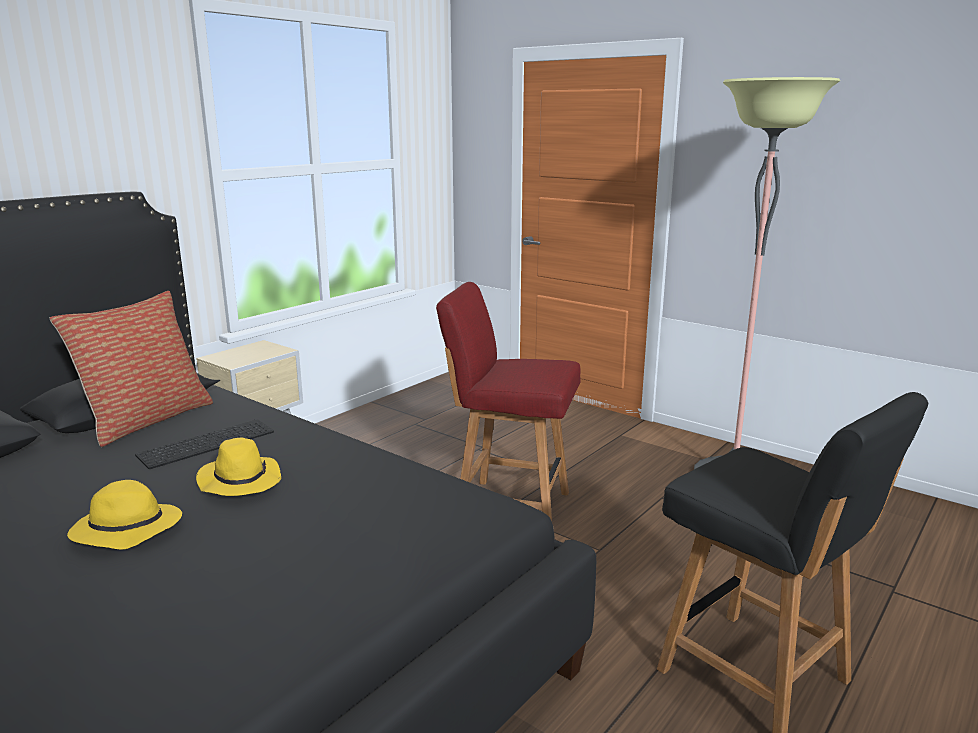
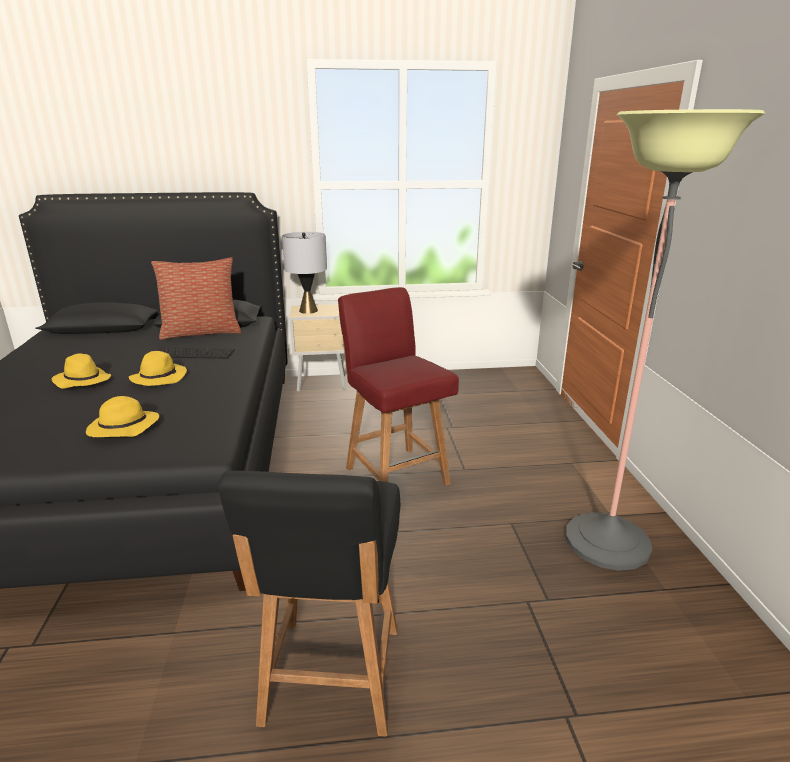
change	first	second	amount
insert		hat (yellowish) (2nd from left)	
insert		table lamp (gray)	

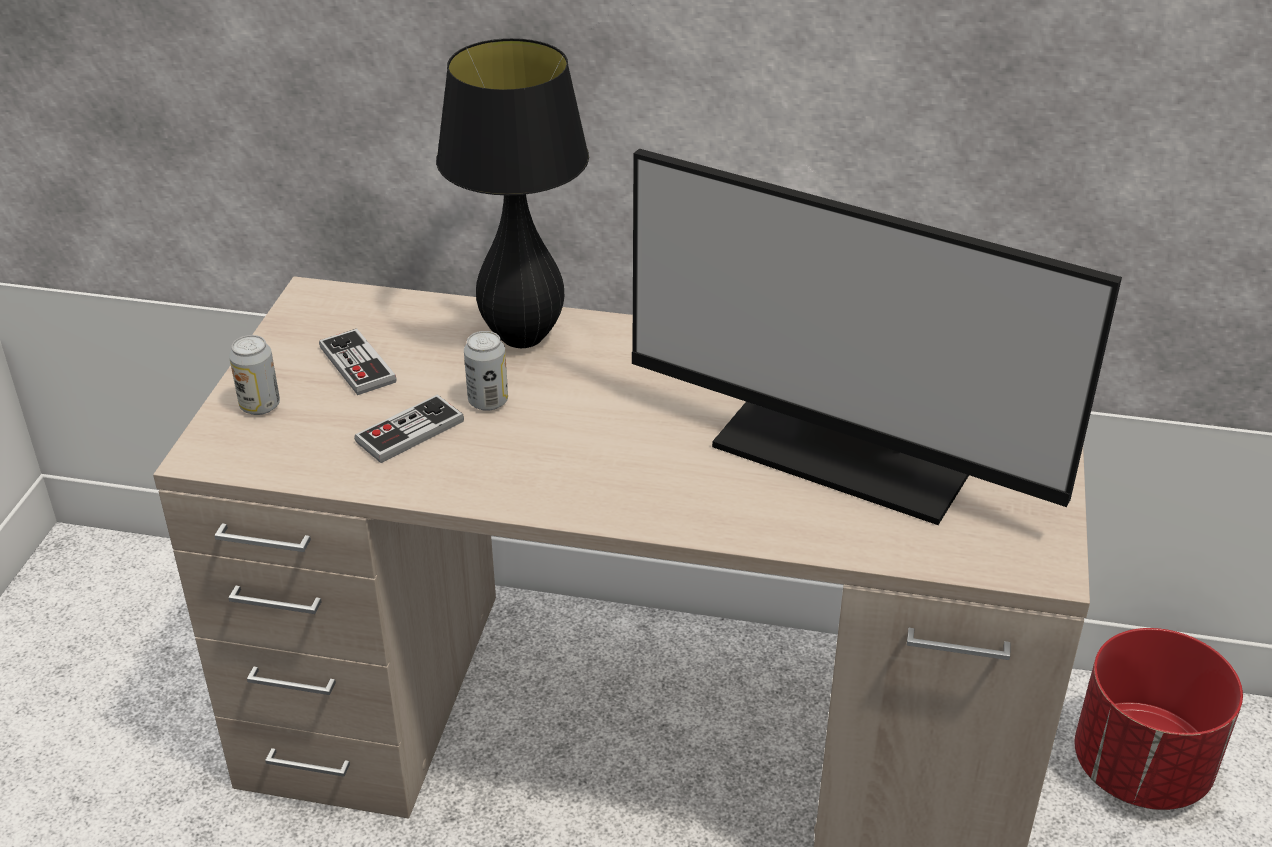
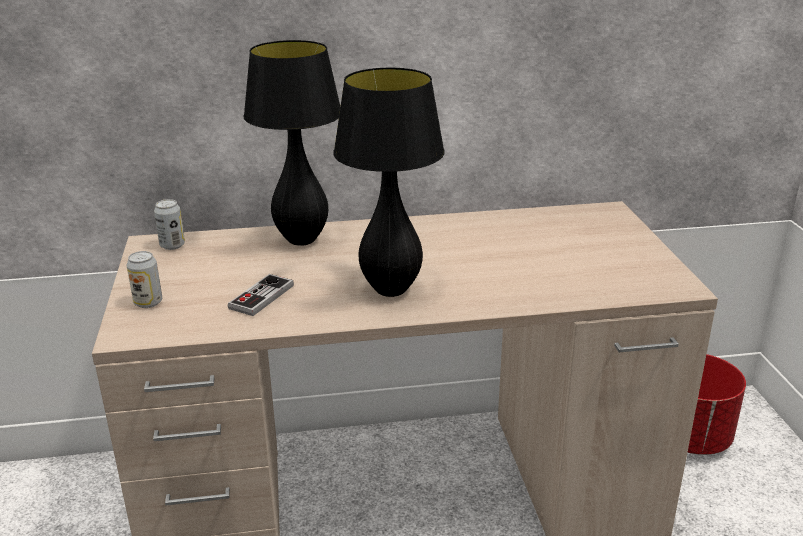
change	first	second	amount
delete	joypad (1st from left)		
delete	monitor		
insert		table lamp (blackish) (2nd from left)	
move	metal can (2nd from left)		

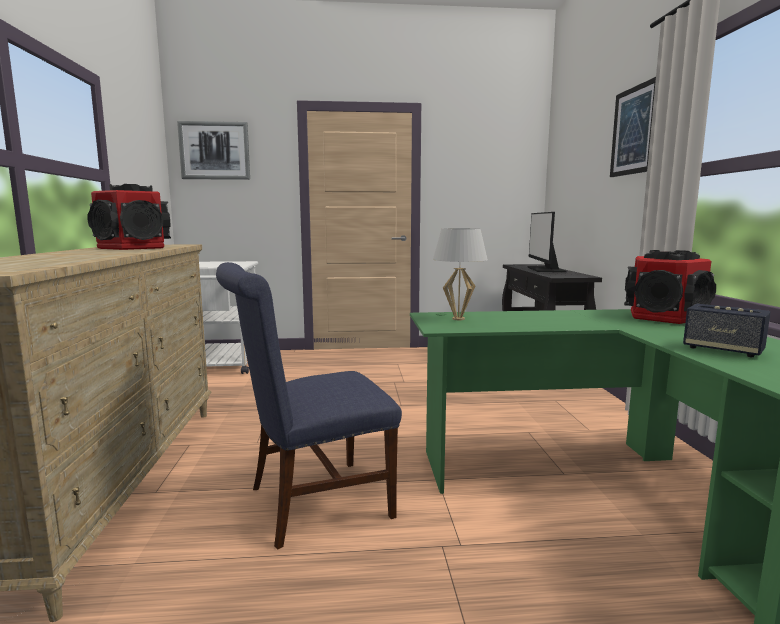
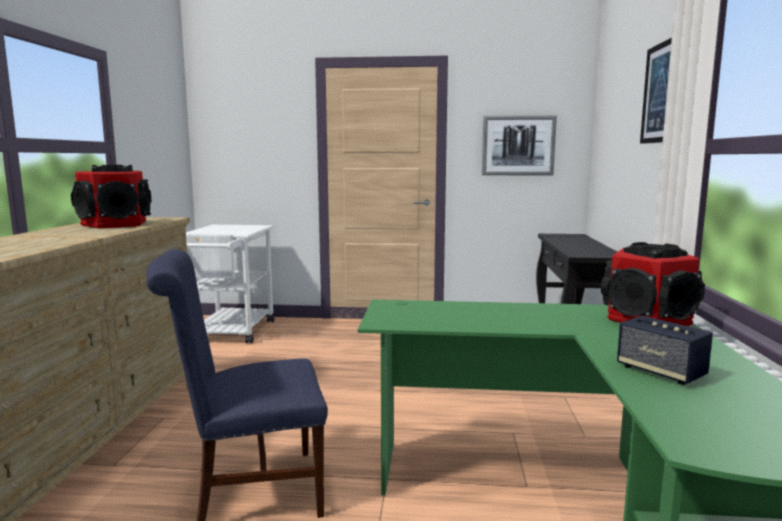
change	first	second	amount
delete	table lamp (white)		
delete	monitor		
move	picture (1st from left)		

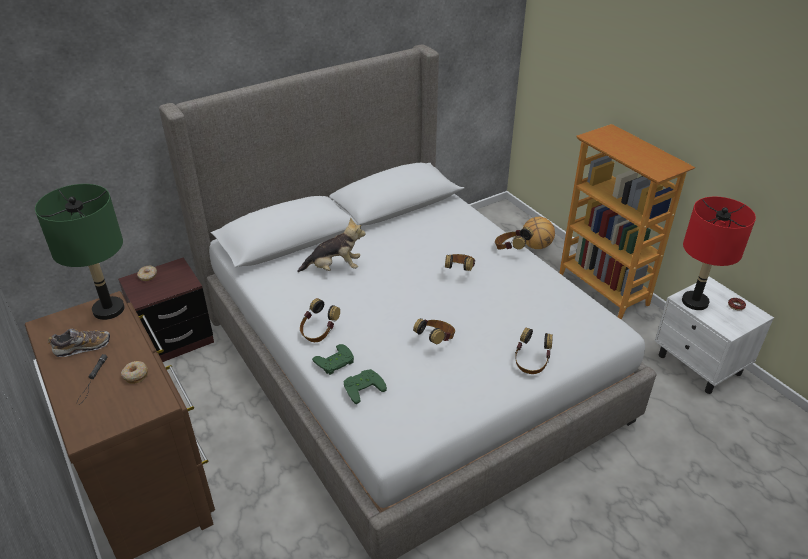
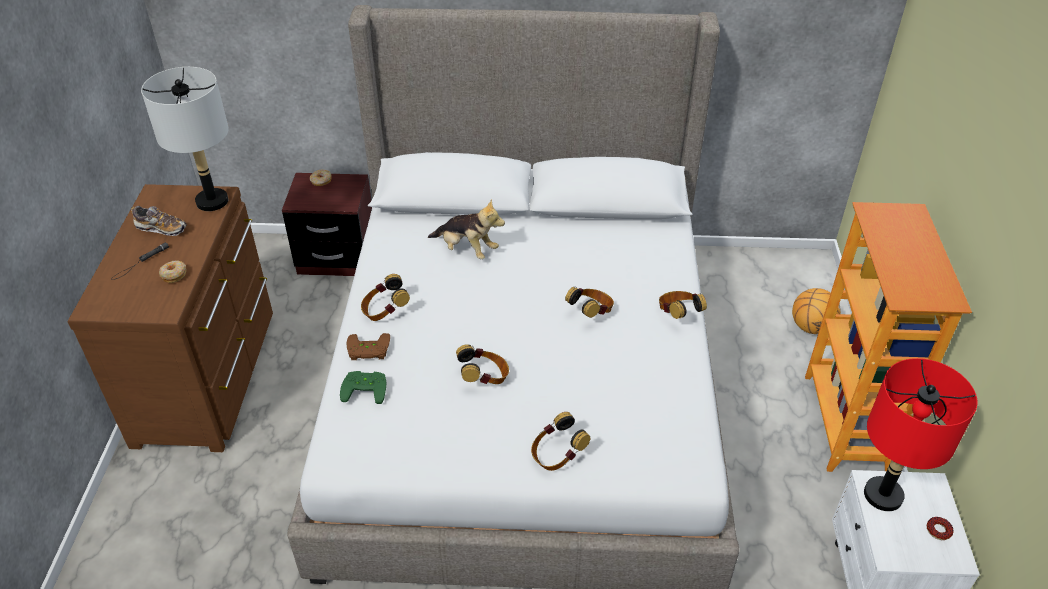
change	first	second	amount
recolor	table lamp (green)	table lamp (gray)	
recolor	joypad (green) (1st from left)	joypad (brownish)	

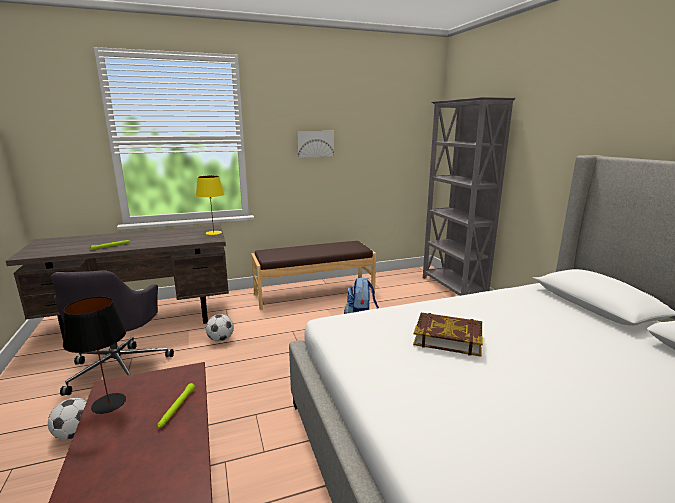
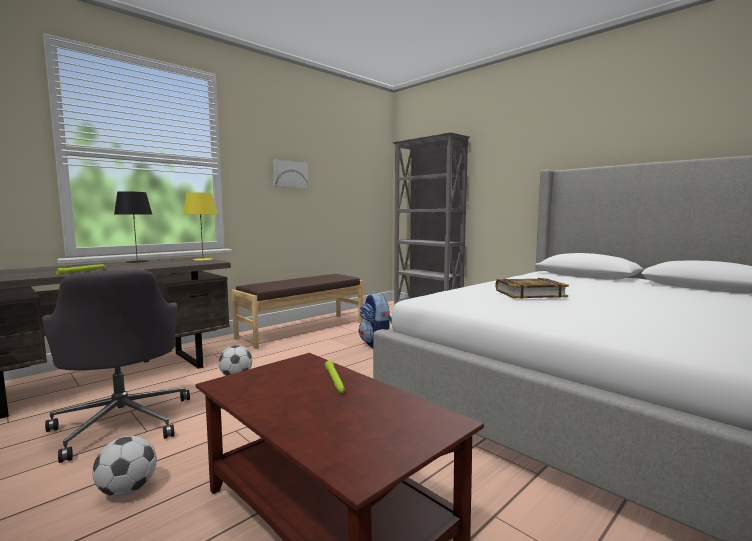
change	first	second	amount
move	table lamp (blackish)		

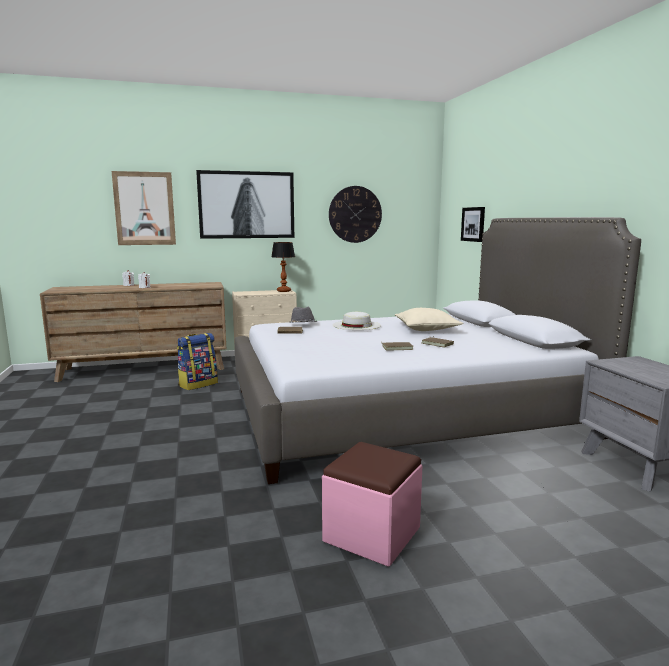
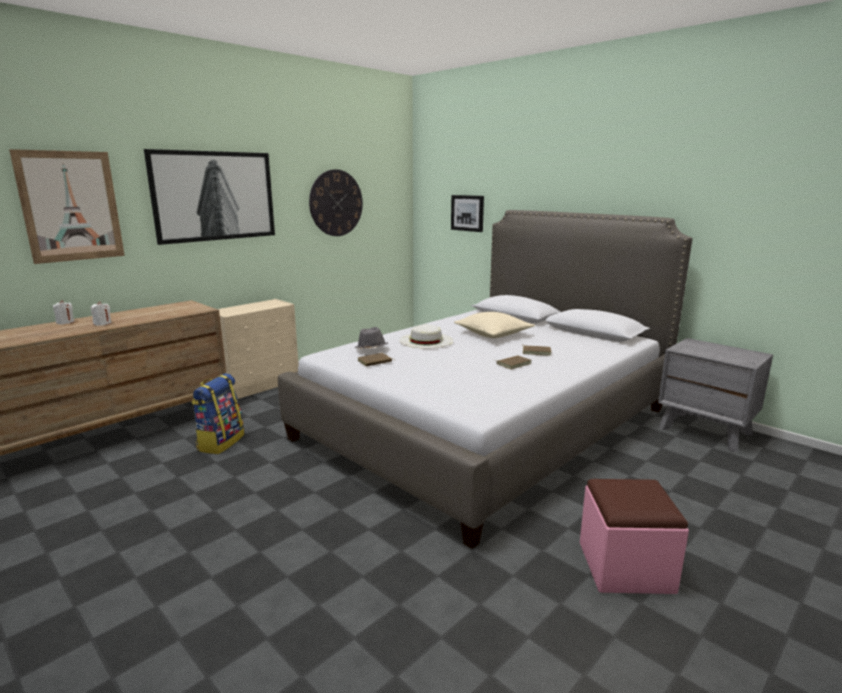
change	first	second	amount
delete	table lamp		

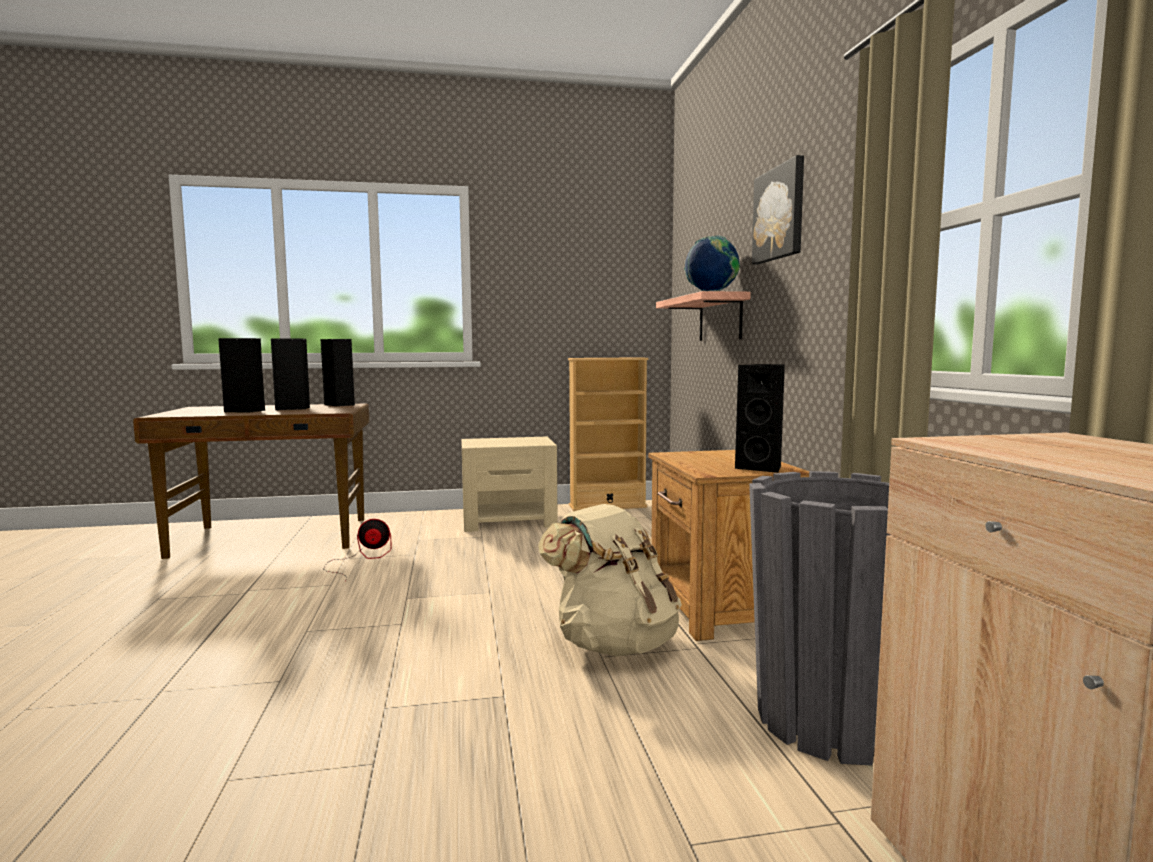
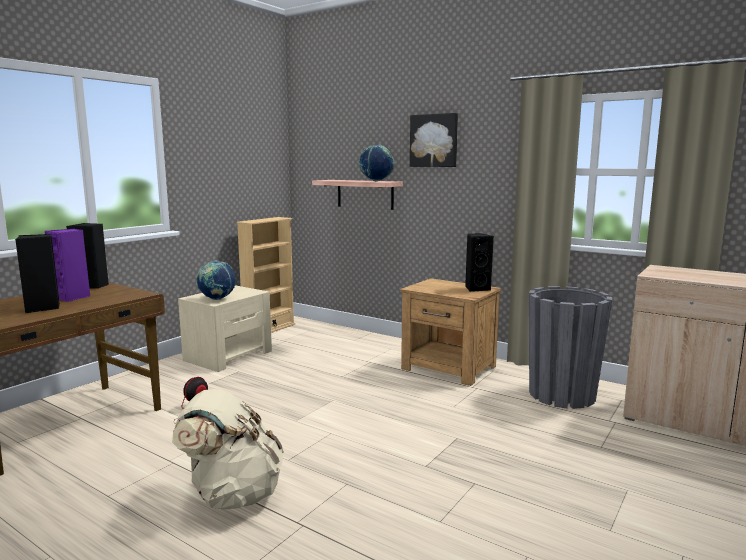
change	first	second	amount
insert		globe (1st from left)	
move	rucksack (beige)		
recolor	audio speaker (blackish) (2nd from left)	audio speaker (purple)	

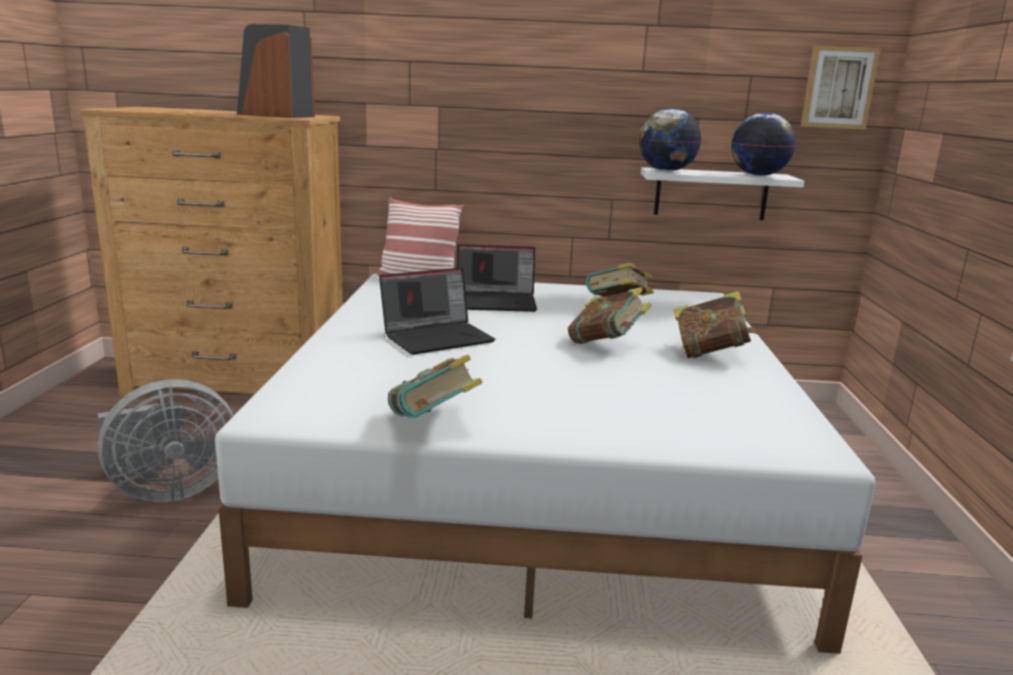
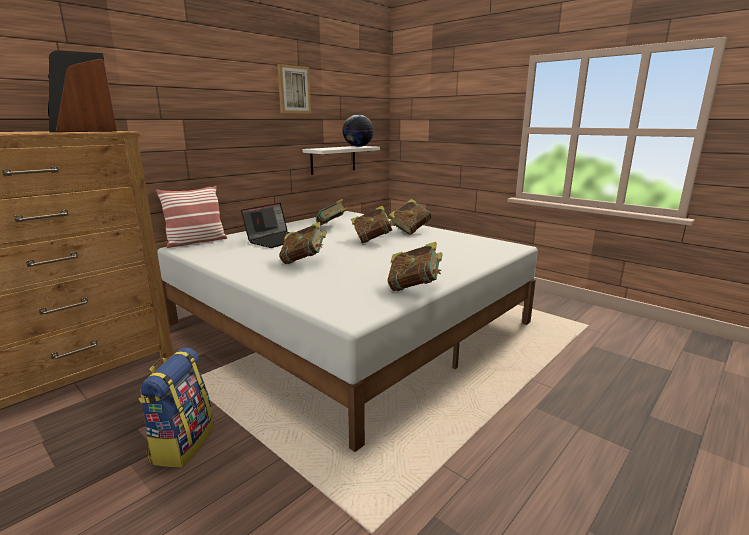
change	first	second	amount
delete	globe (1st from left)		
move	picture		
replace	electric fan (gray)	rucksack	
replace	laptop (1st from left)	volume (1st from left)	

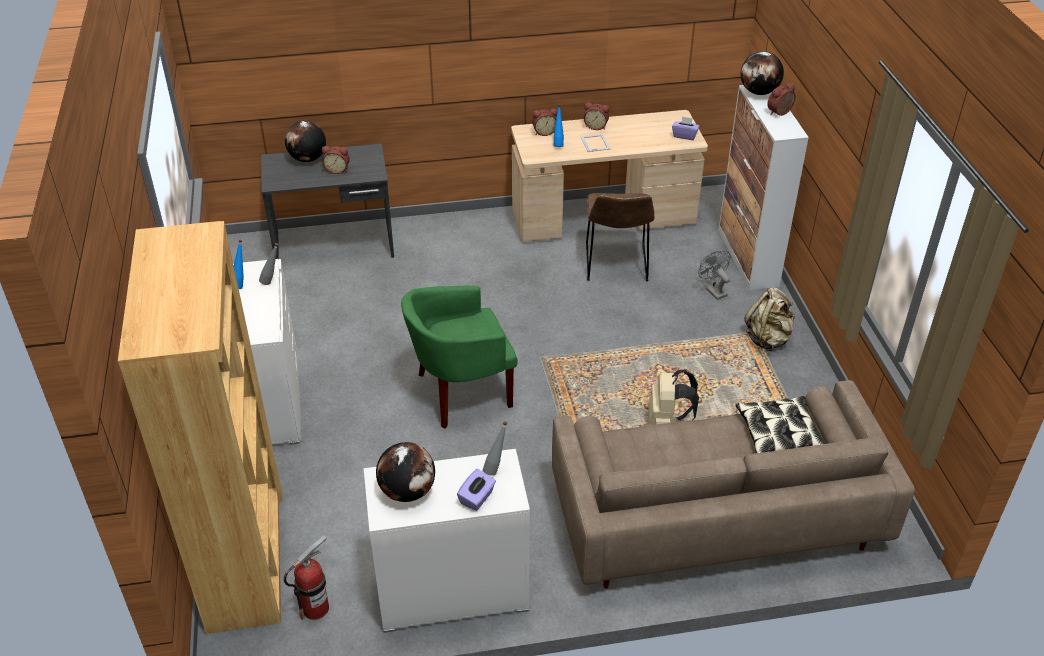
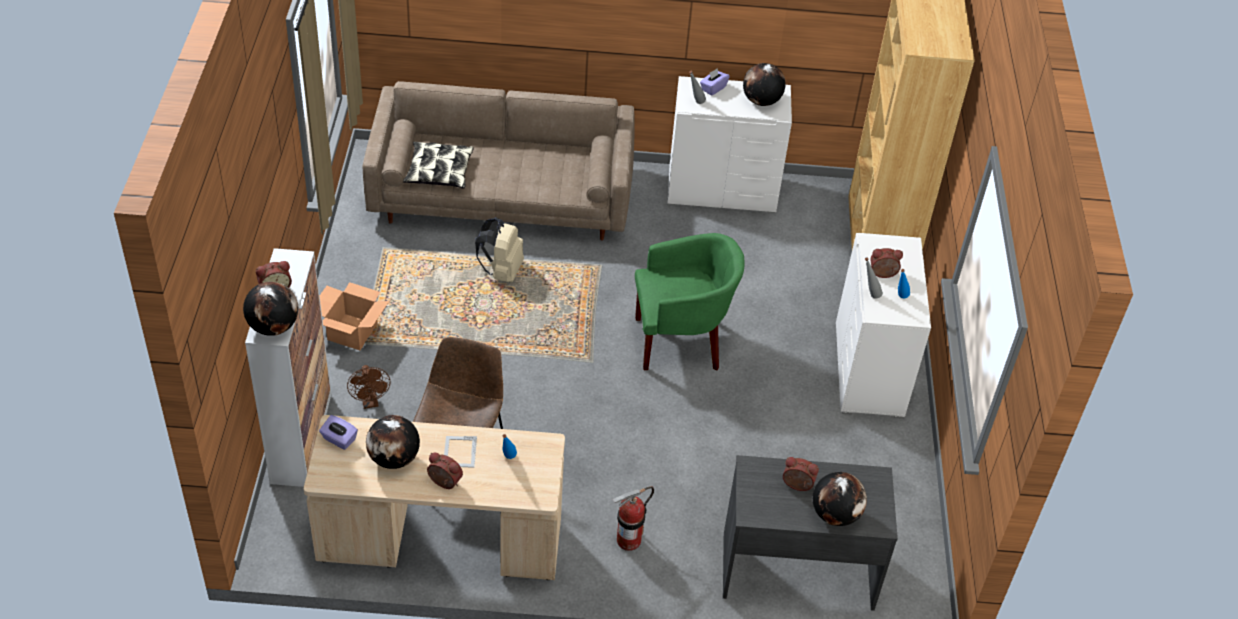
change	first	second	amount
insert		globe (2nd from left)	
move	fire-fighting cylinder		
move	alarm clock (2nd from left in the first image)	alarm clock (4th from left)	
replace	rucksack (beige) (2nd from left)	cardboard box	
recolor	electric fan (gray)	electric fan (brownish)	

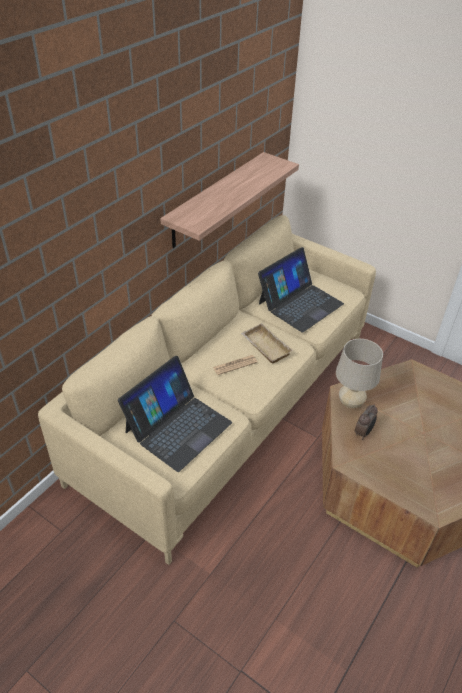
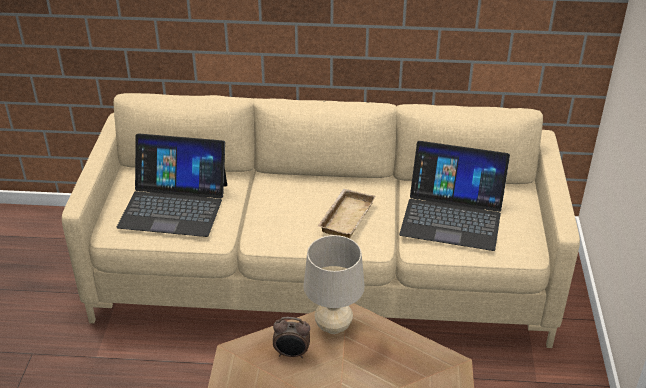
change	first	second	amount
delete	wall shelf		
delete	printed paper		

